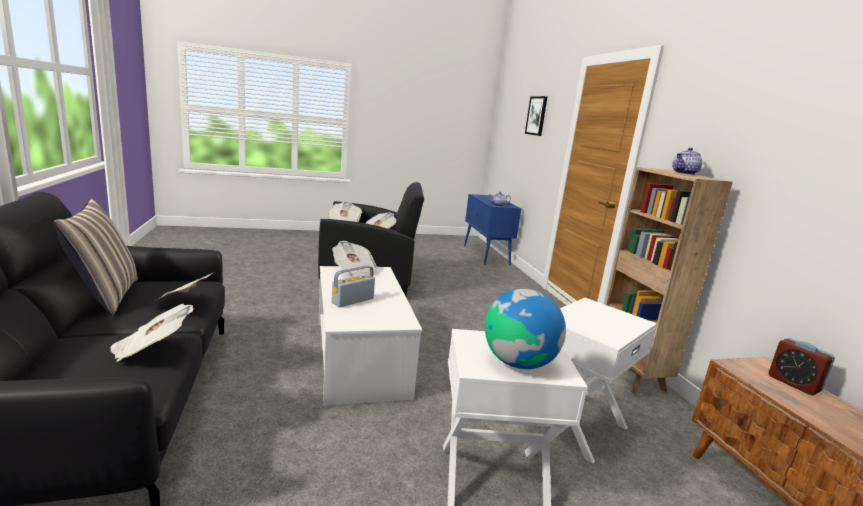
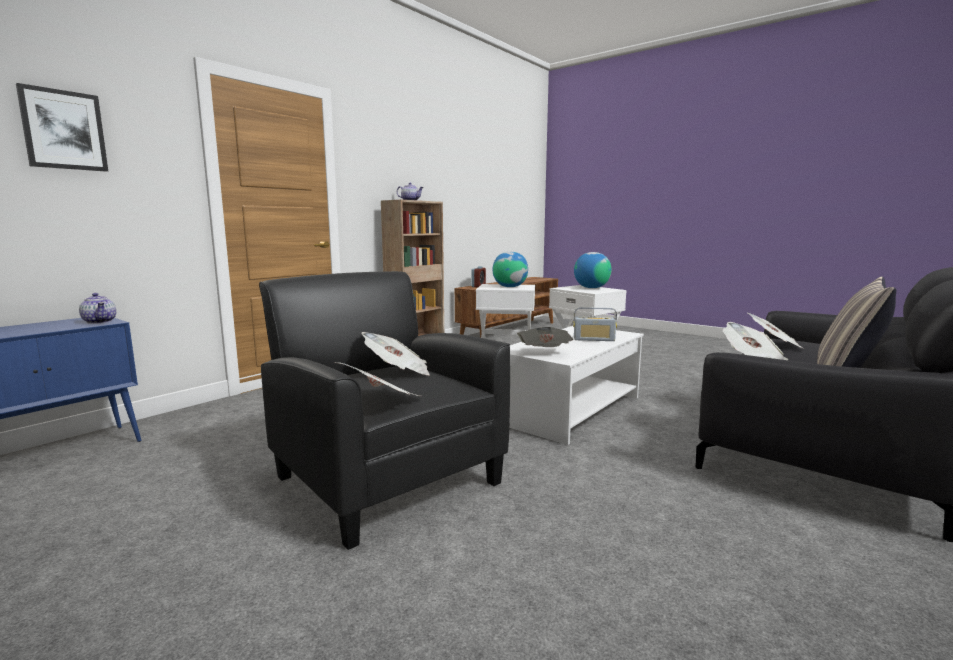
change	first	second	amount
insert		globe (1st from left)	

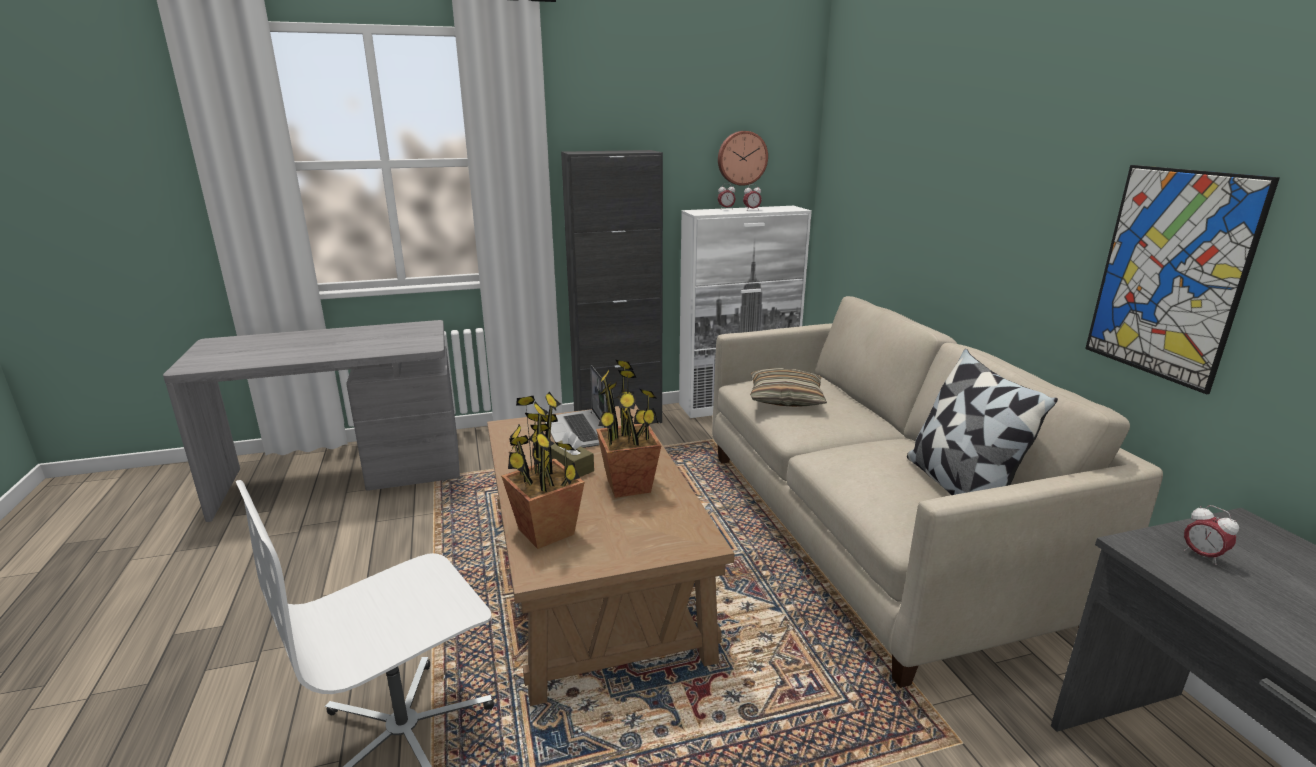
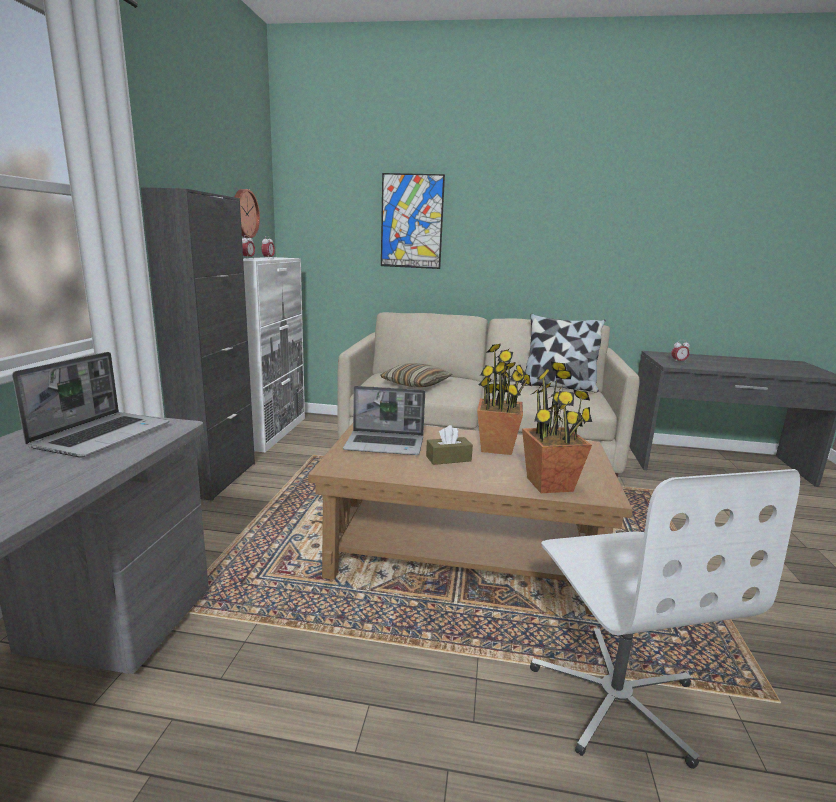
change	first	second	amount
insert		laptop (1st from left)	
move	picture		

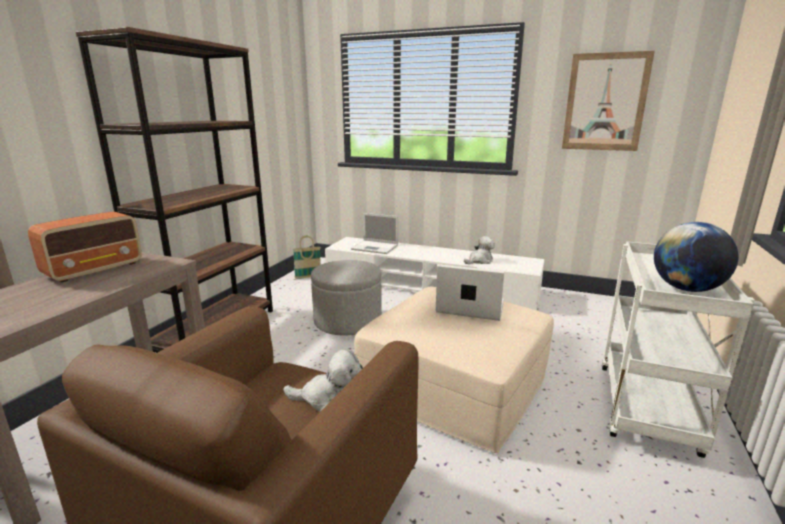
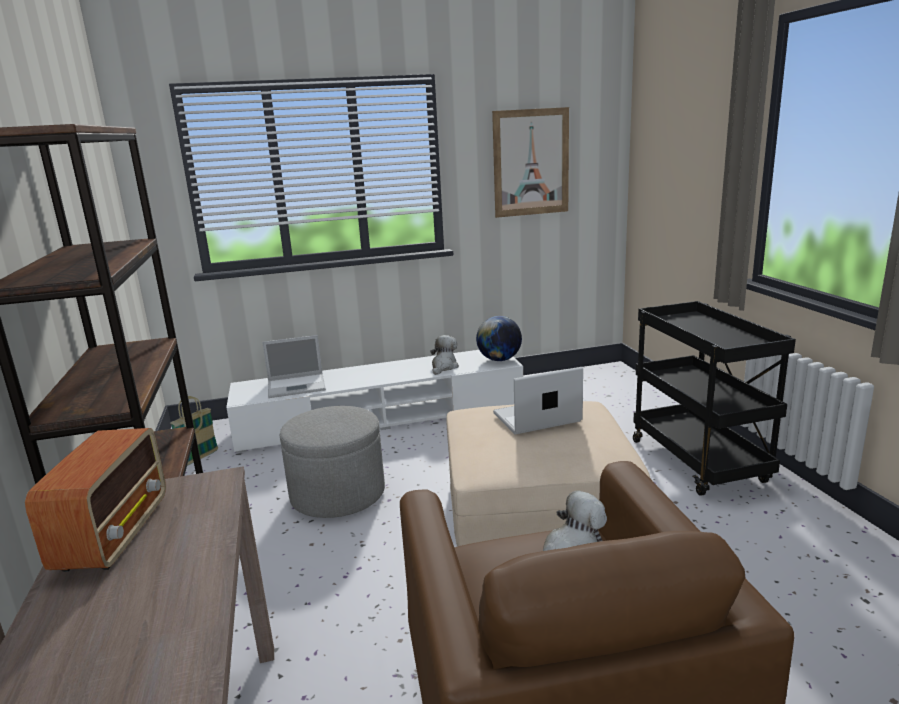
change	first	second	amount
move	globe		
recolor	trolley (white)	trolley (blackish)	

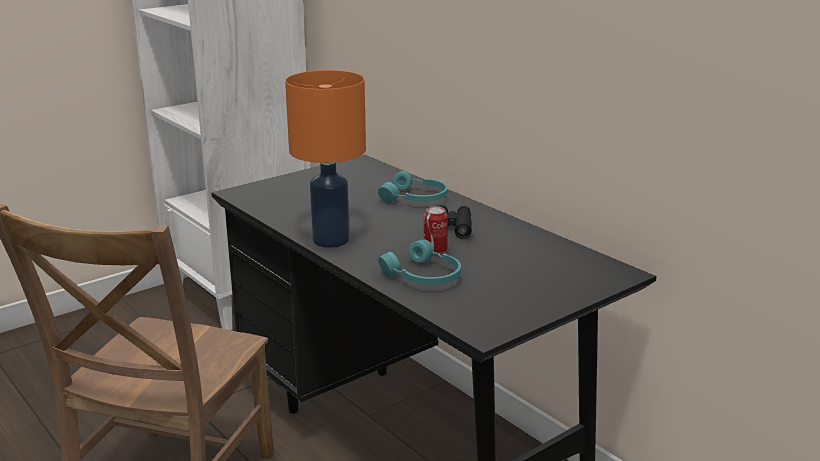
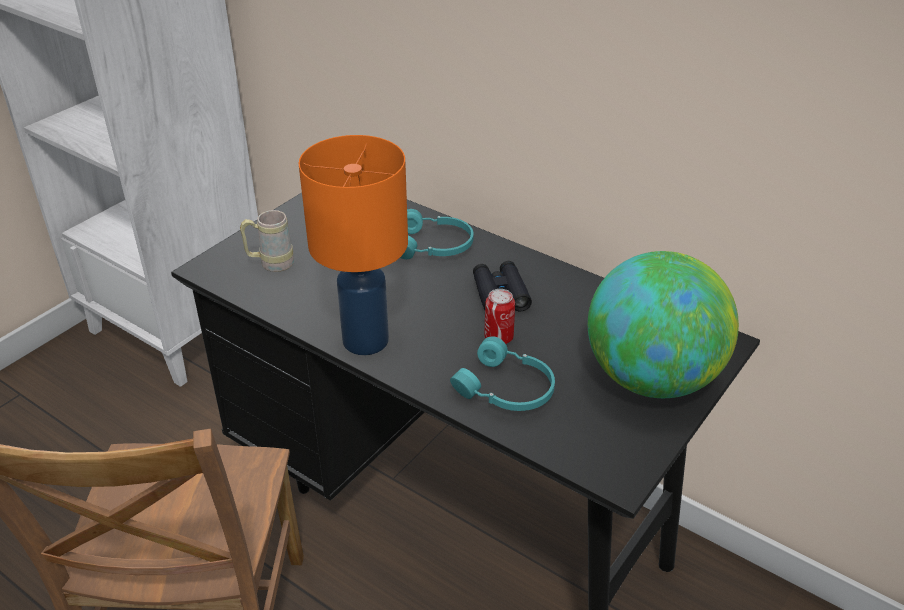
change	first	second	amount
insert		mug (beige)	
insert		globe	

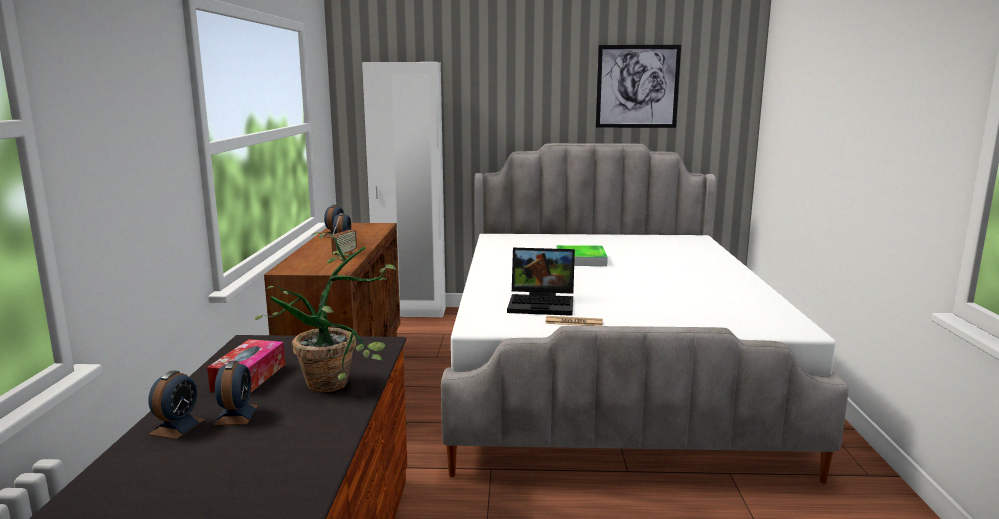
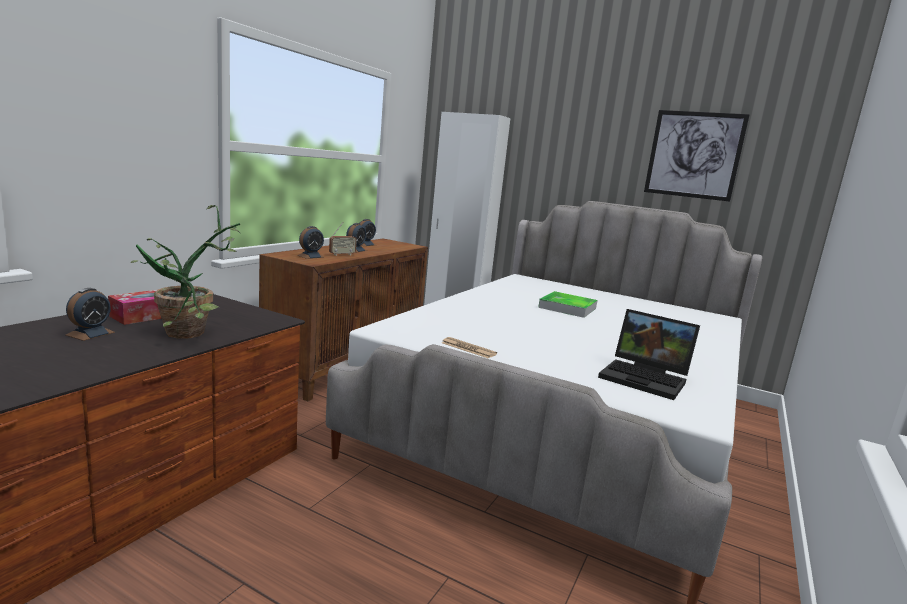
change	first	second	amount
move	alarm clock (1st from left in the first image)	alarm clock (2nd from left)	
move	laptop		

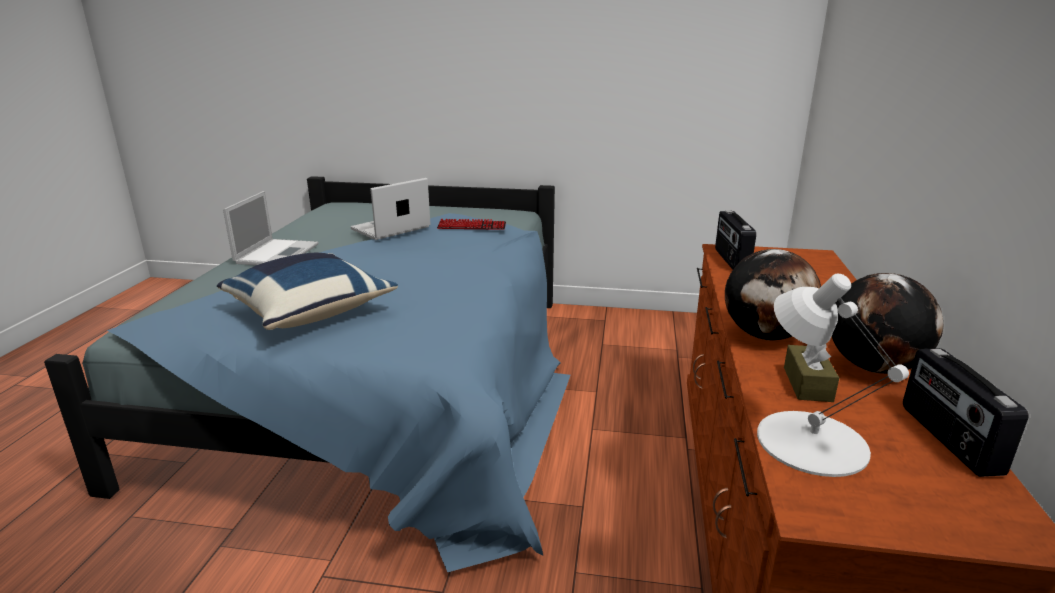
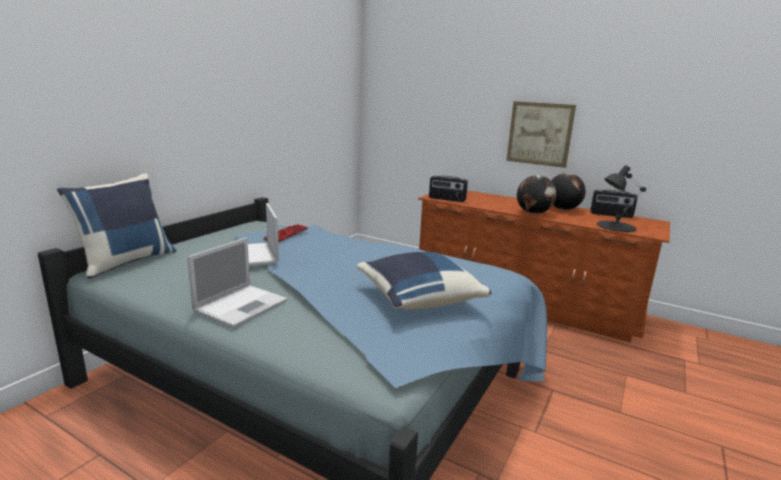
change	first	second	amount
delete	box of tissues (brownish)		
insert		pillow (blue) (1st from left)	
insert		picture	
recolor	table lamp (white)	table lamp (blackish)	
rotate	laptop (1st from left)		90 degrees clockwise

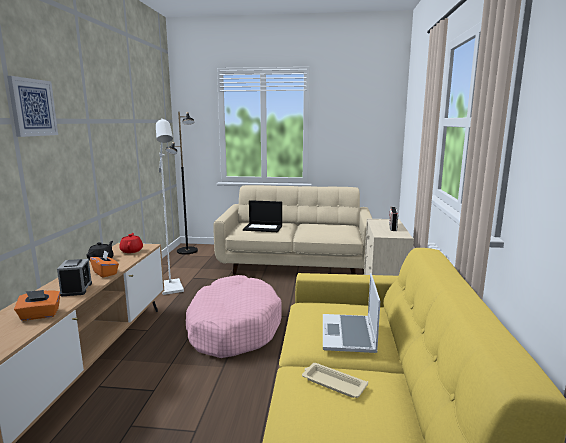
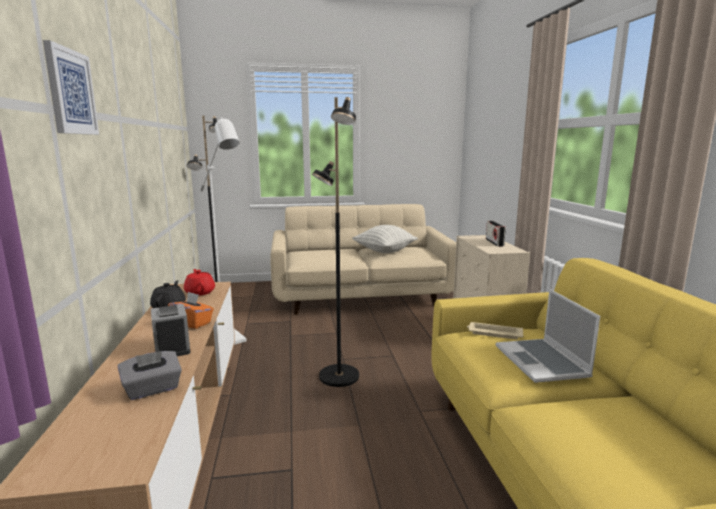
change	first	second	amount
delete	laptop (1st from left)		
insert		pillow	
move	carrying tray (beige)		
replace	dog cushion (pinkish)	floor lamp (blackish) (2nd from left)	
recolor	box of tissues (orange-coloured) (1st from left)	box of tissues (gray)	

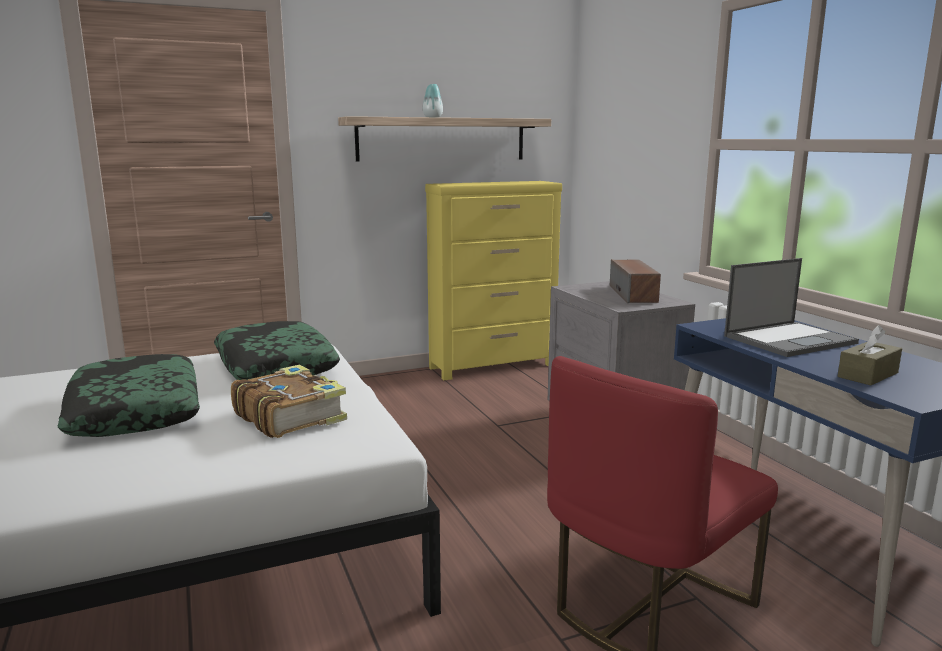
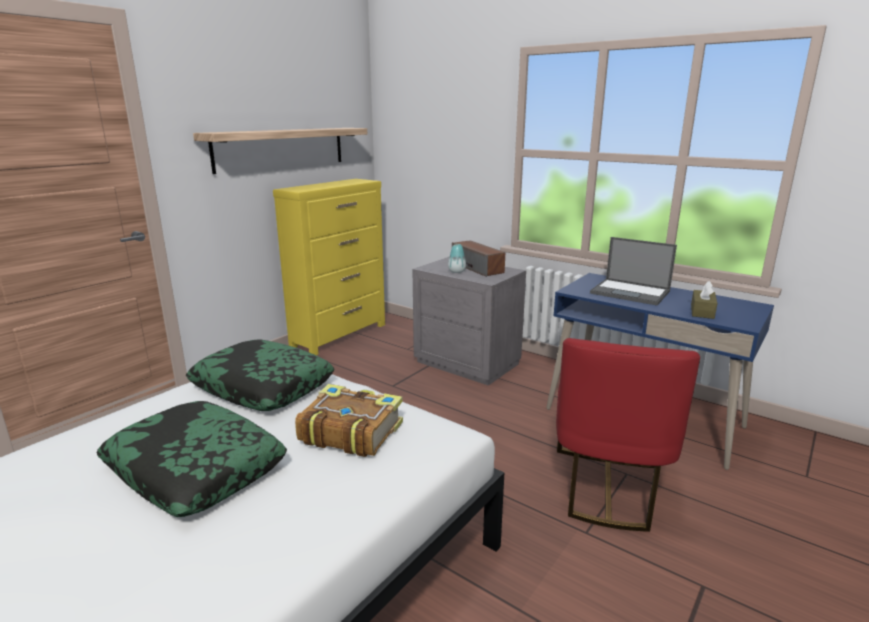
change	first	second	amount
move	vase		
rotate	laptop		90 degrees clockwise

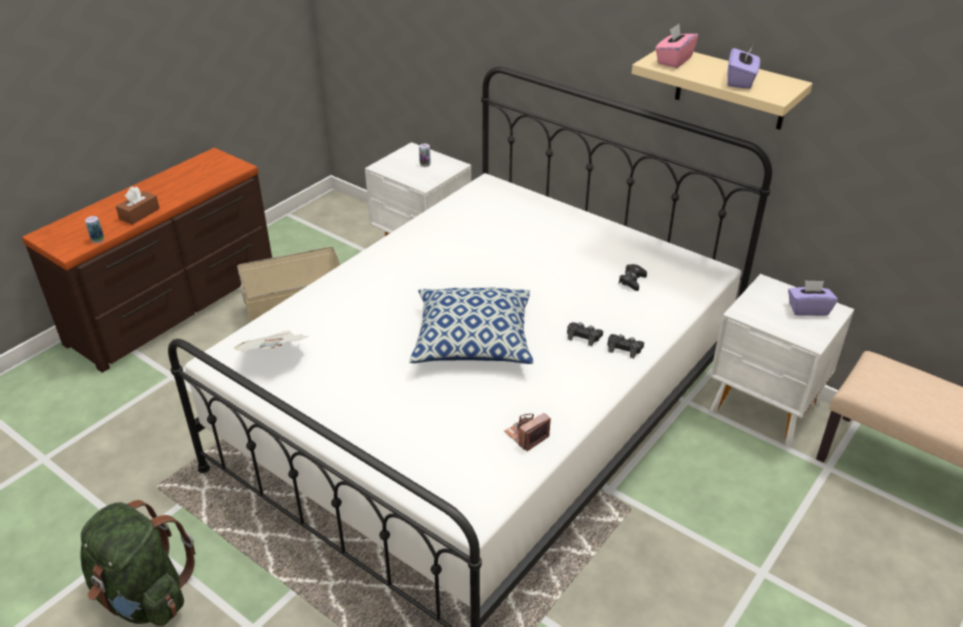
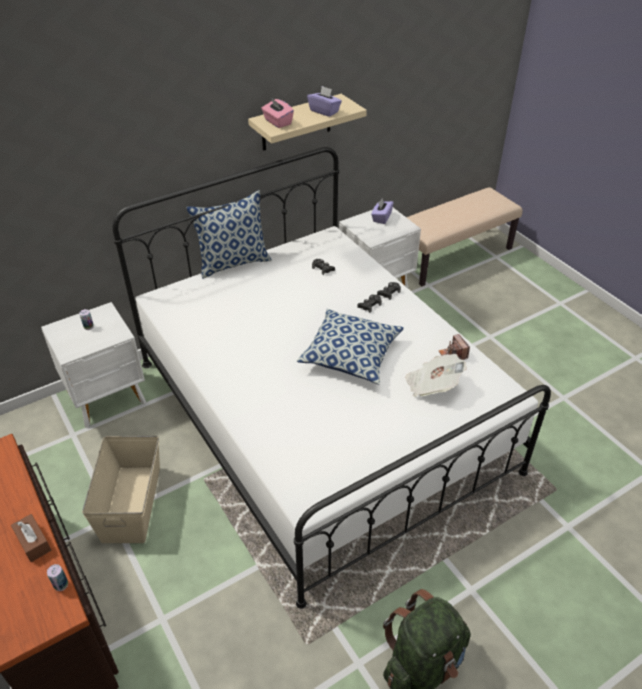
change	first	second	amount
insert		pillow (1st from left)	
move	printed paper		

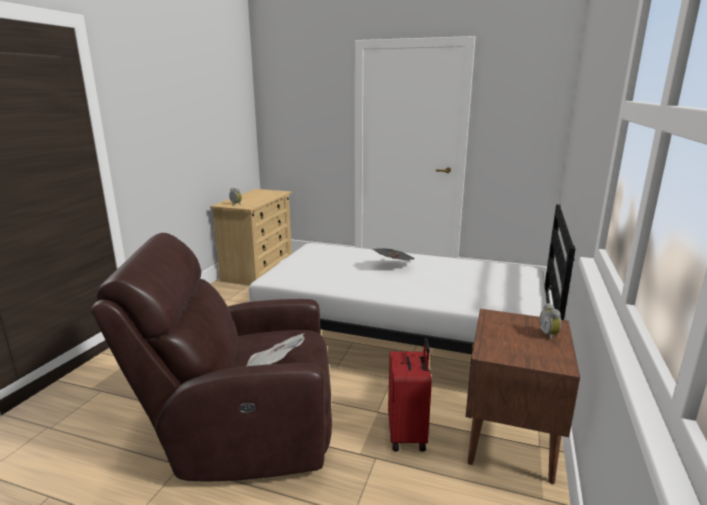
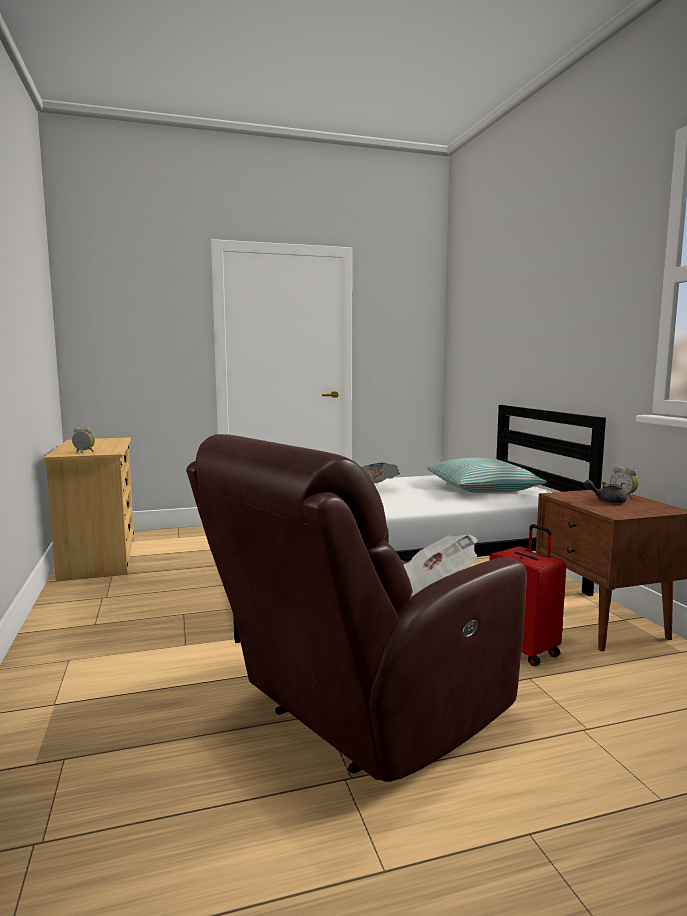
change	first	second	amount
insert		pillow	
insert		pot for tea (gray)	

